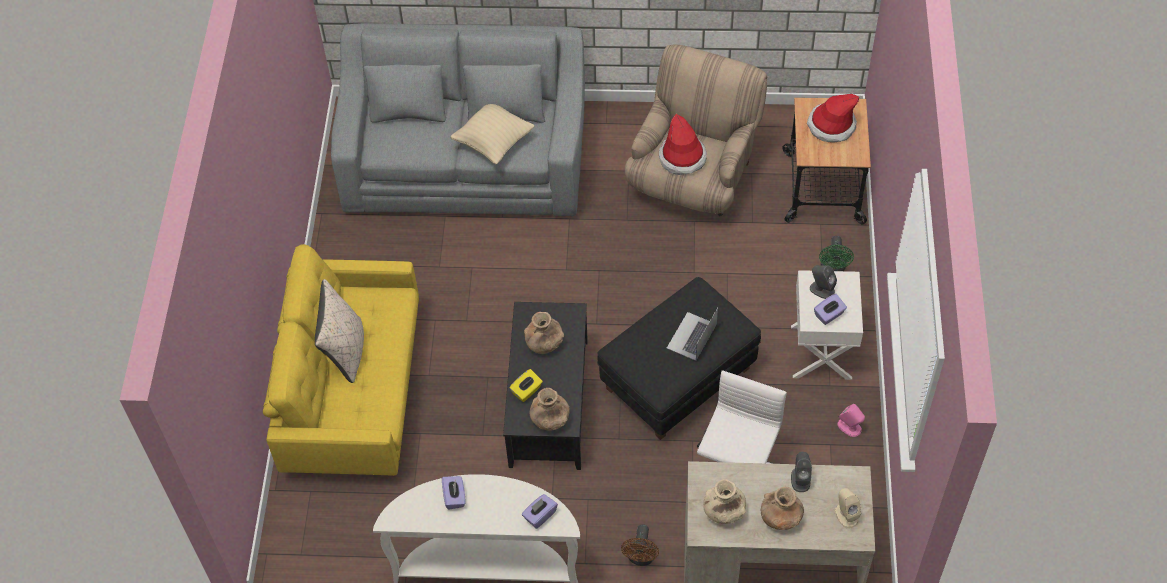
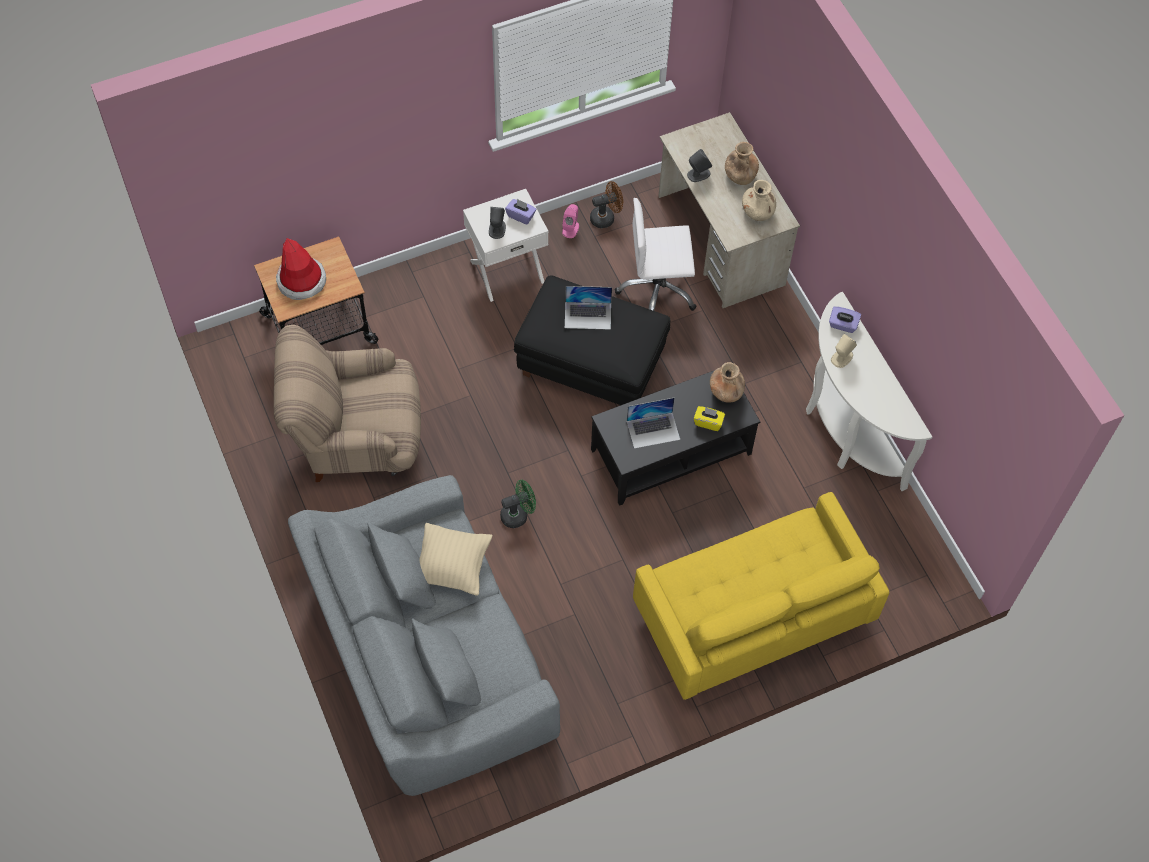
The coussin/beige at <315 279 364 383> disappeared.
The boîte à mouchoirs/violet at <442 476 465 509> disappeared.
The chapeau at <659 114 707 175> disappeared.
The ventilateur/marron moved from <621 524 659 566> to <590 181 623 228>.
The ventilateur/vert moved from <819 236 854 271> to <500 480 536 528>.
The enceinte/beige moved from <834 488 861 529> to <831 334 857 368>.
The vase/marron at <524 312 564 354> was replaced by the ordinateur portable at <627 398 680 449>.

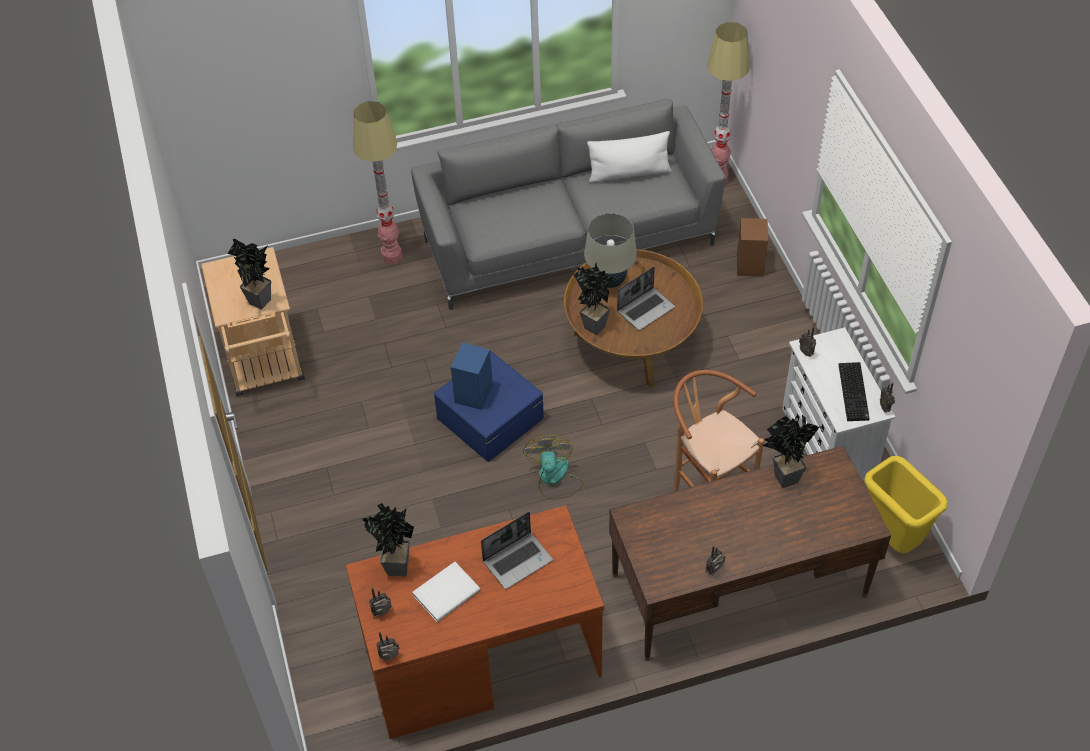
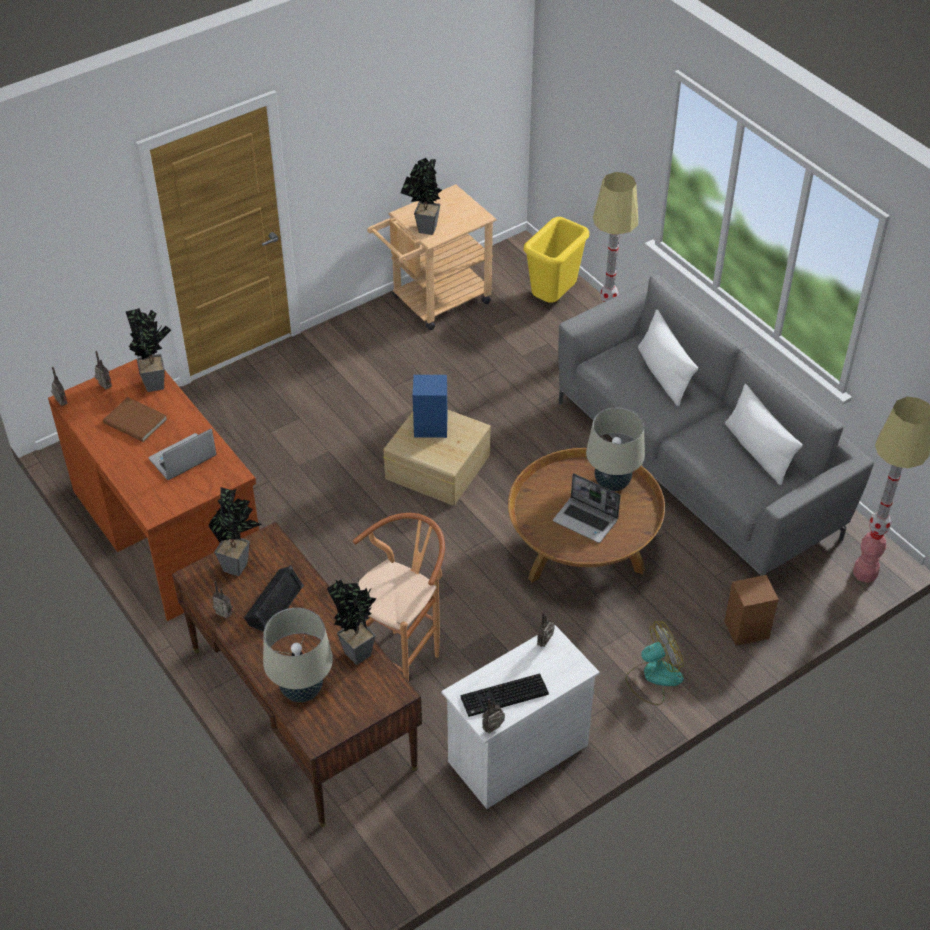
The enceinte/noir at <244 565 304 632> appeared.
The lampe de table/beige at <263 608 333 702> appeared.
The coussin/blanc at <638 310 698 406> appeared.
The ventilateur moved from <523 435 584 500> to <625 621 684 705>.
The plante en pot moved from <574 262 613 335> to <208 487 262 576>.
The poubelle/jaune moved from <864 456 948 553> to <524 217 589 303>.
The livre/blanc at <412 562 481 622> became the livre/marron at <103 397 167 442>.
The boîte de rangement/bleu at <434 351 544 462> became the boîte de rangement/beige at <384 409 490 506>.
The ordinateur portable at <481 512 553 589> turned 105 degrees clockwise.

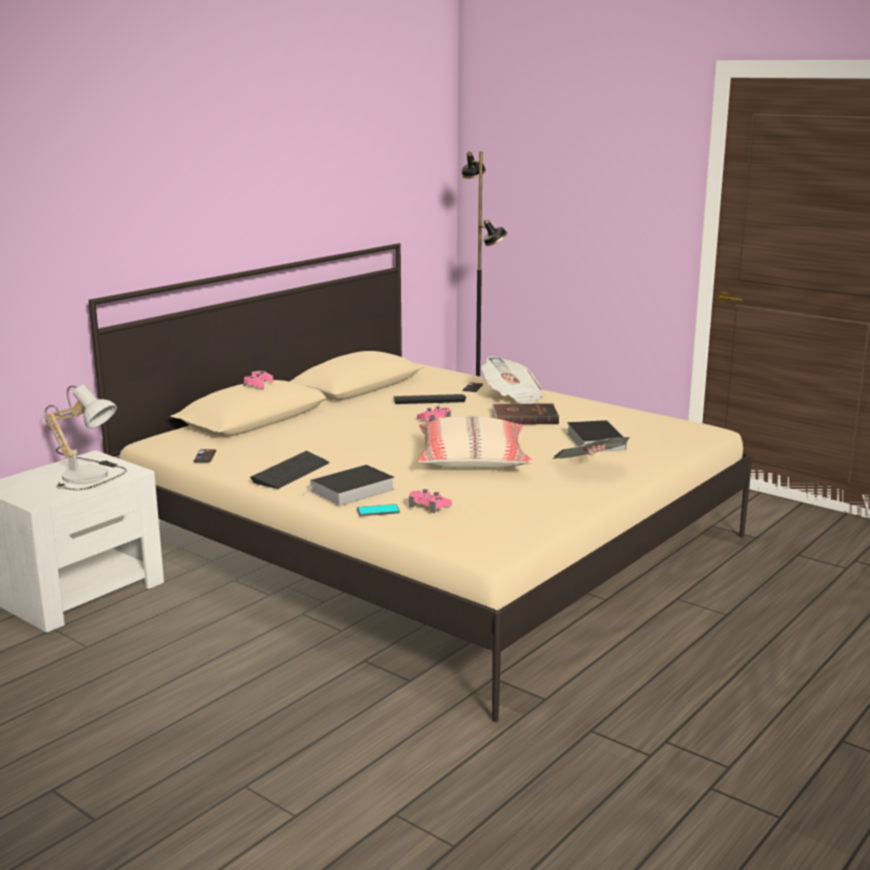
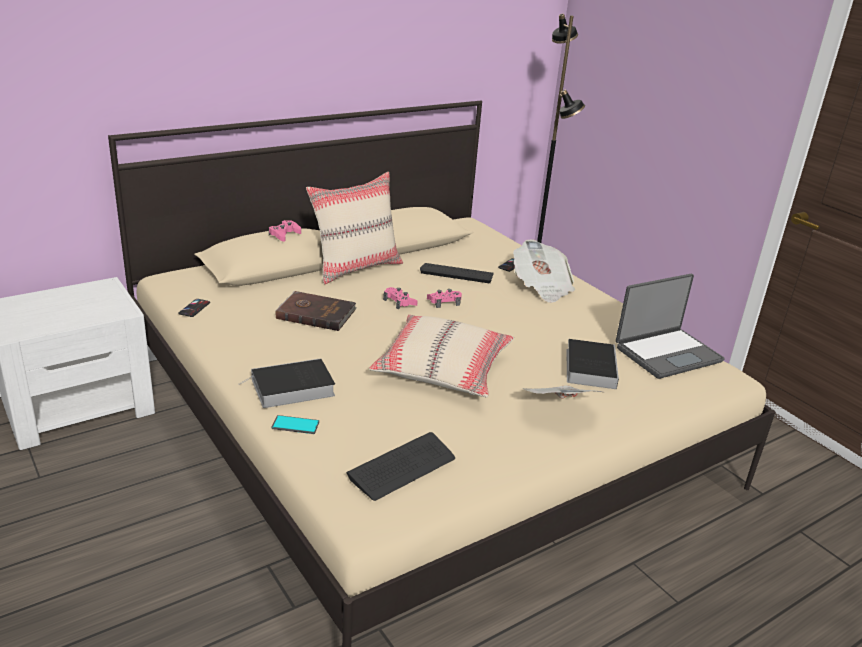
The lampe de table at <45 384 127 490> disappeared.
The coussin/beige at <306 172 403 284> appeared.
The ordinateur portable at <616 274 725 379> appeared.
The clavier moved from <250 451 329 489> to <346 432 455 501>.
The manette/rose moved from <409 489 452 513> to <383 287 418 310>.
The livre/marron moved from <492 403 559 425> to <276 291 357 331>.

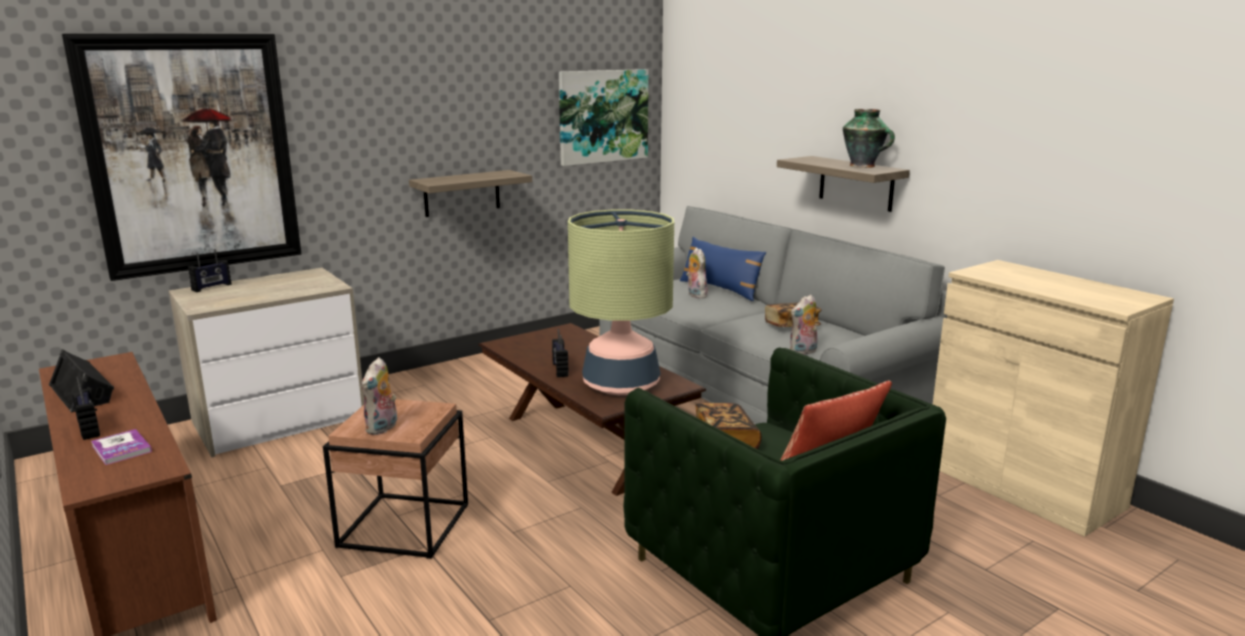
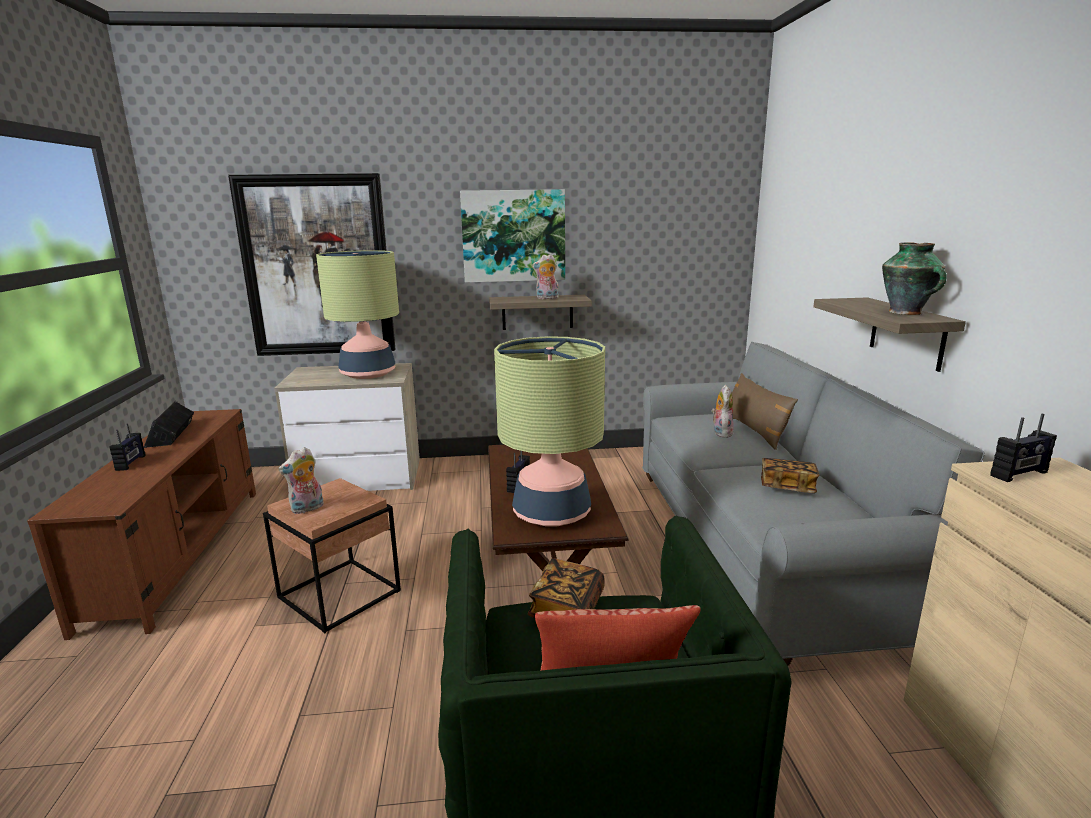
The livre at <91 429 152 465> disappeared.
The lampe de table at <316 250 399 379> appeared.
The radio moved from <188 249 232 292> to <990 414 1057 482>.
The tableau moved from <559 69 648 166> to <460 189 565 283>.
The peluche moved from <790 295 817 355> to <532 254 559 299>.
The coussin/bleu at <680 237 766 301> became the coussin/marron at <732 373 798 450>.

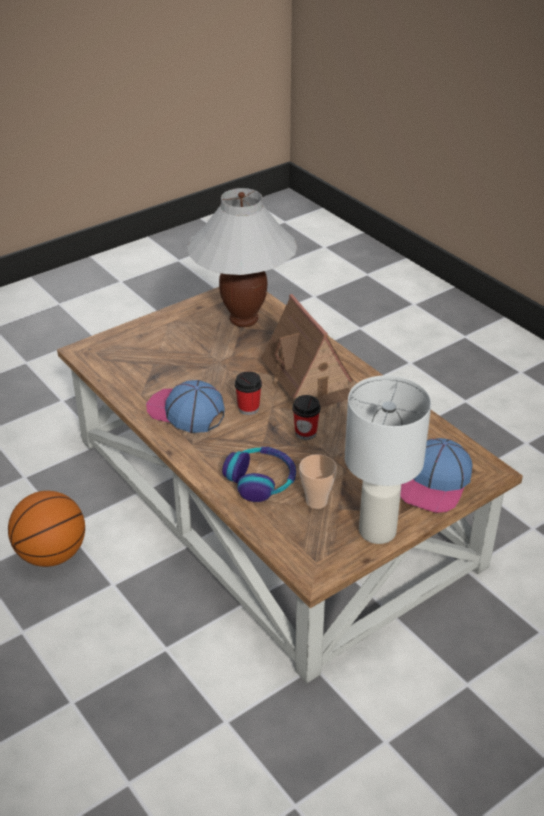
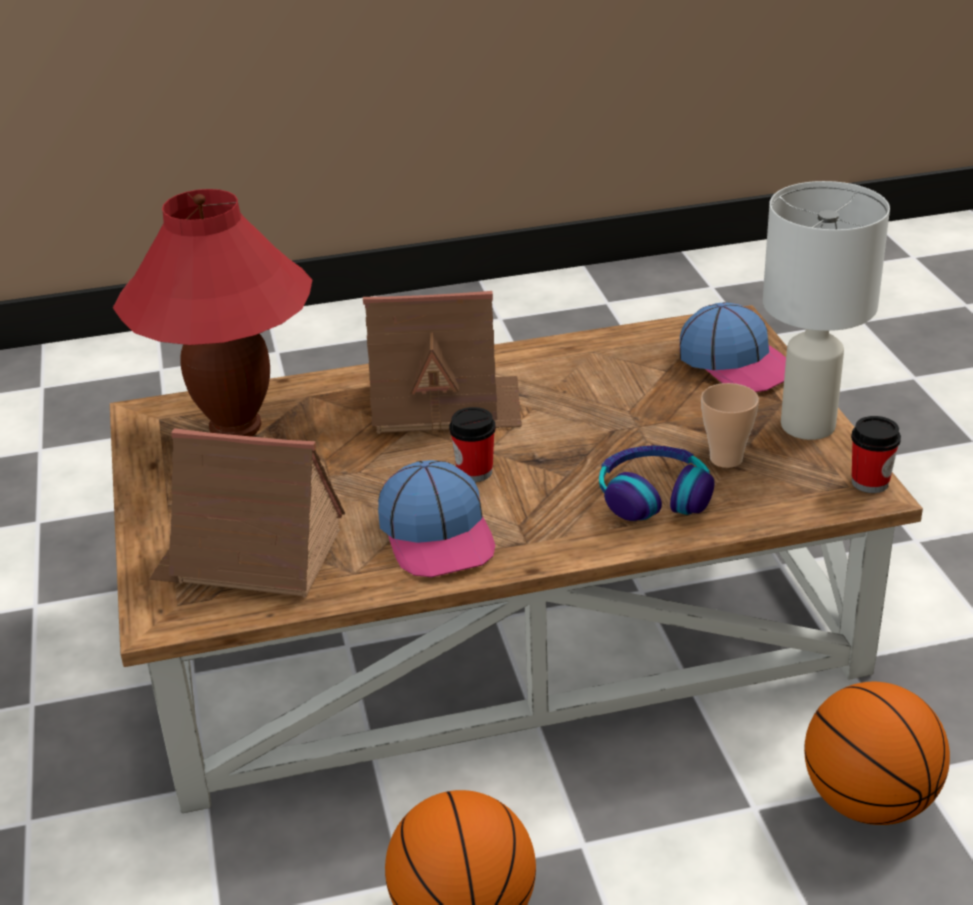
The maison miniature at <149 428 345 598> appeared.
The ballon de basket at <804 682 950 825> appeared.
The tasse moved from <293 395 321 440> to <851 416 901 493>.
The lampe de table/blanc at <188 188 297 327> became the lampe de table/rouge at <113 189 312 437>.
The casquette at <146 380 225 433> turned 75 degrees counterclockwise.

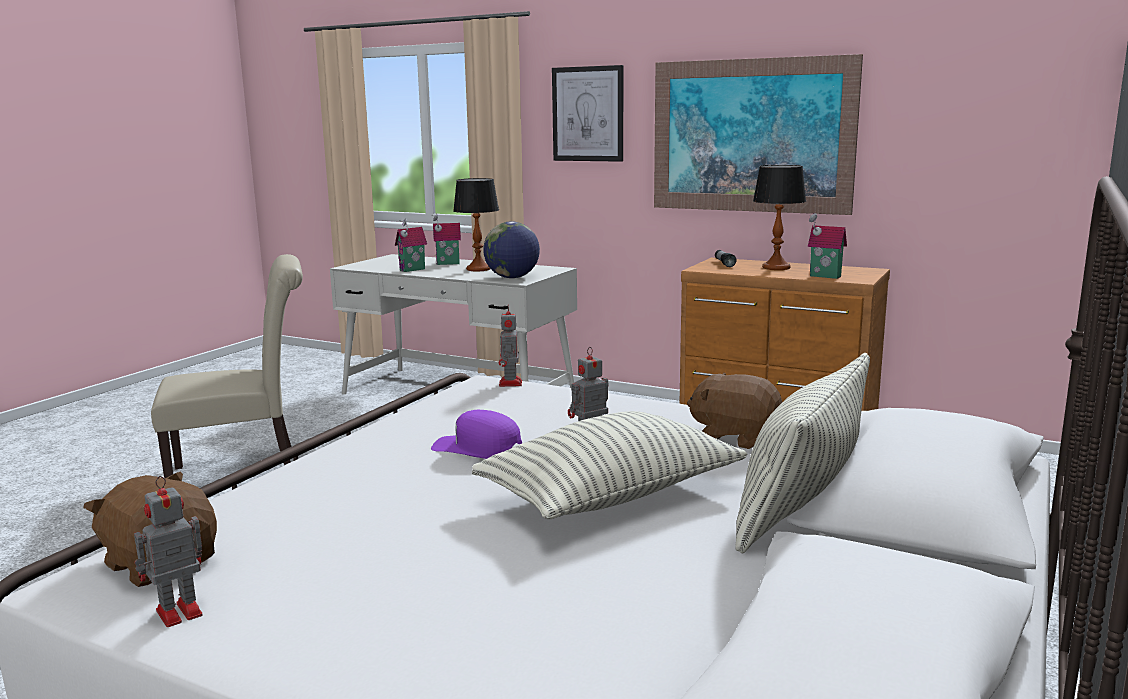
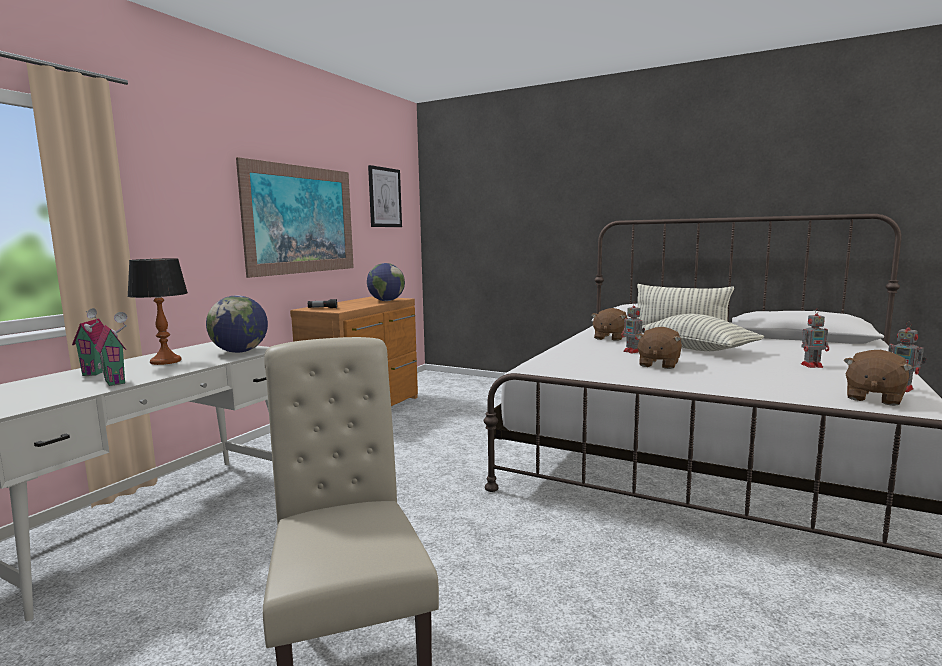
The lampe de table at <753 165 806 270> disappeared.
The robot jouet moved from <499 305 522 387> to <801 310 829 368>.
The tableau moved from <552 65 623 162> to <368 165 402 227>.
The casquette/violet at <431 410 522 459> was replaced by the peluche/marron at <636 327 682 369>.
The maison miniature at <808 213 847 279> was replaced by the globe at <367 263 405 301>.

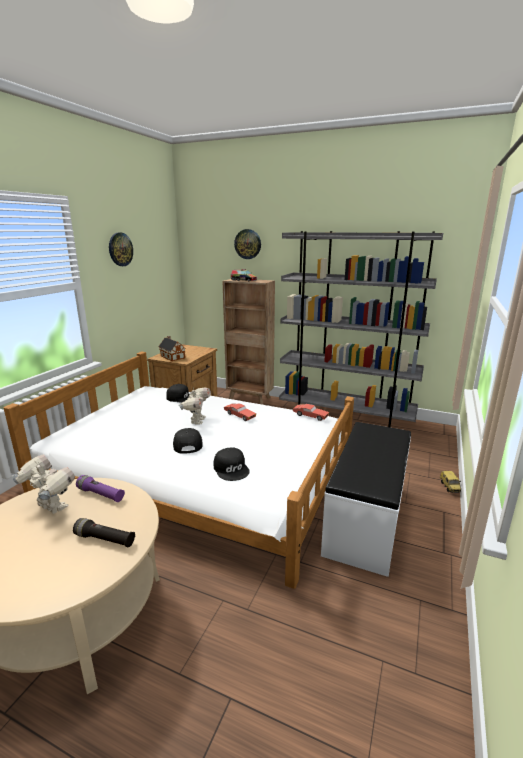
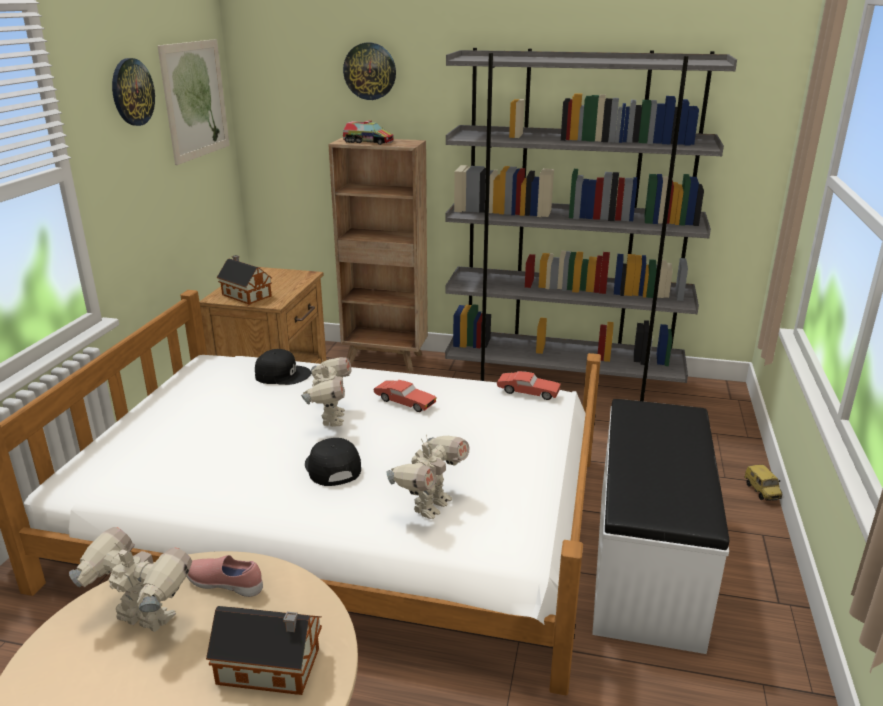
The tableau at <158 39 229 165> appeared.
The lampe de poche/noir at <73 518 135 547> was replaced by the maison miniature at <206 606 322 695>.
The lampe de poche/violet at <76 475 125 502> was replaced by the chaussure/rose at <187 555 263 597>.
The casquette/noir at <213 447 250 481> was replaced by the robot jouet at <387 435 470 519>.

